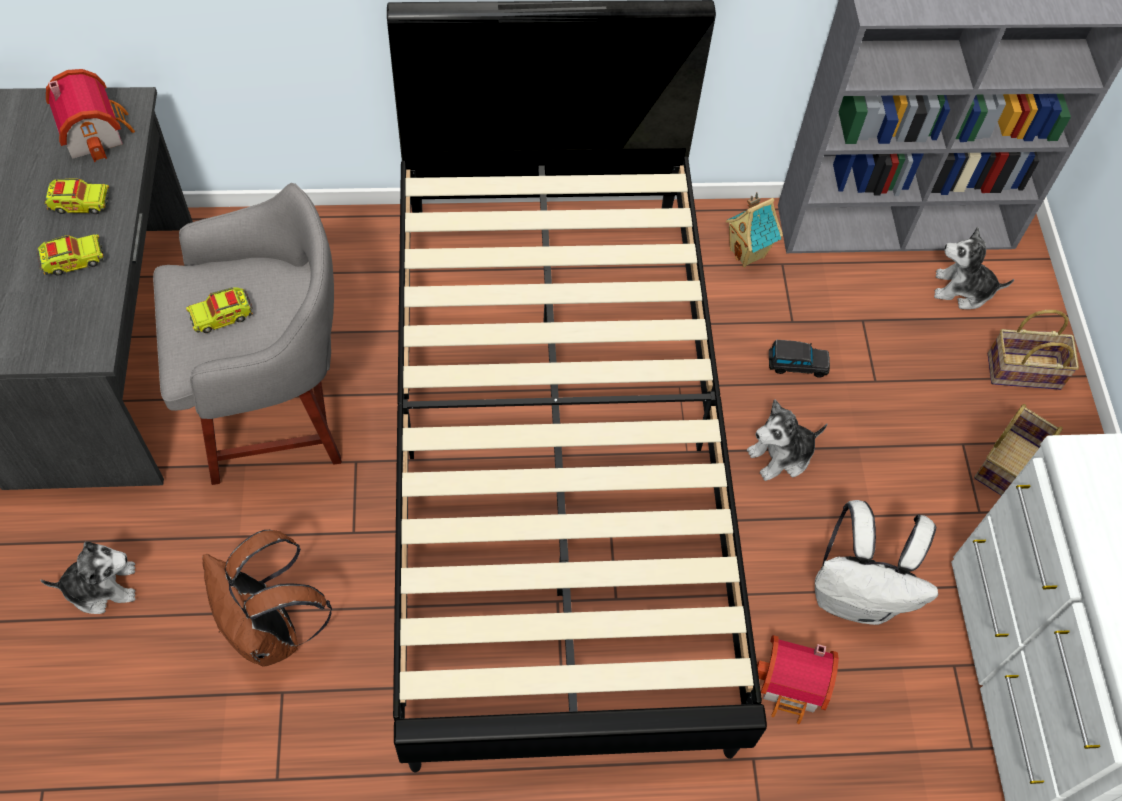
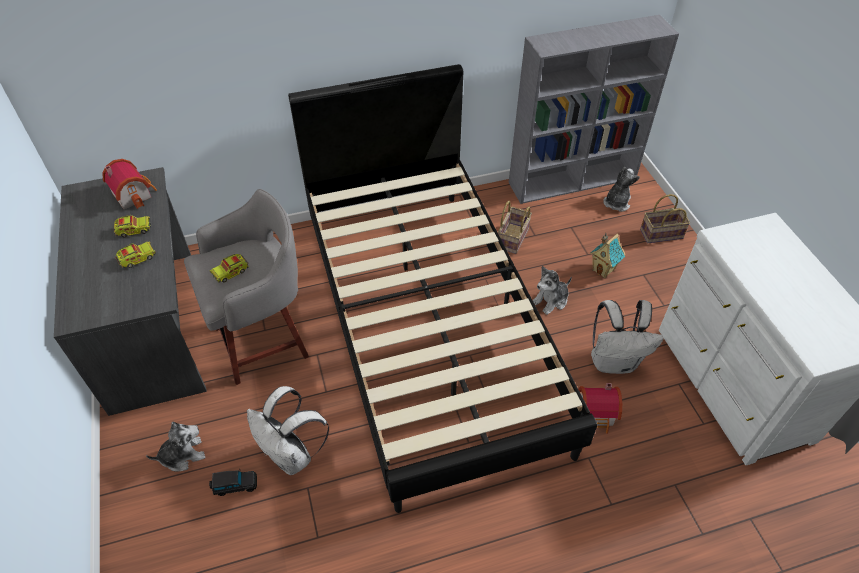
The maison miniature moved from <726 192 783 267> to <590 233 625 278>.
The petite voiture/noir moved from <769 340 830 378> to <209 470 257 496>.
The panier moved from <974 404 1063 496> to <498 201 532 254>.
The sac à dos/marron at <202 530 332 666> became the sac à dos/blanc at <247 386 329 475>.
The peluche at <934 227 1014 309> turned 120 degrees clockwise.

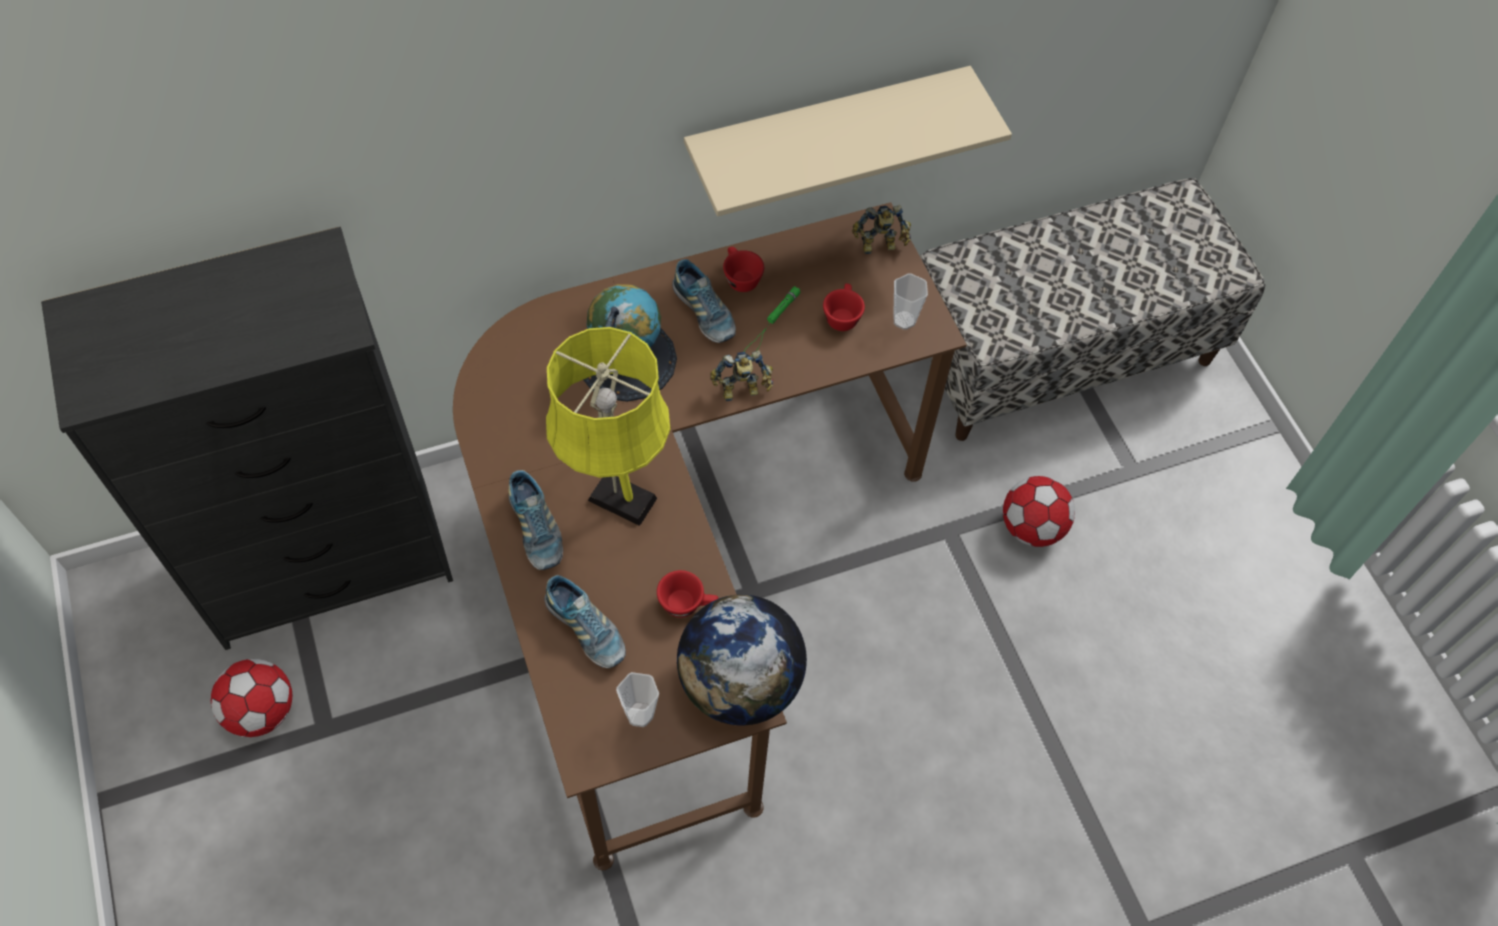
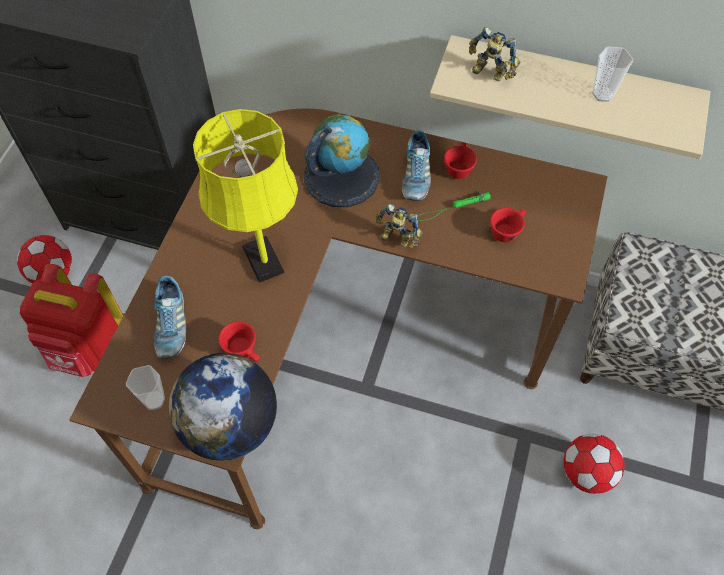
The chaussure at <508 470 563 570> disappeared.
The sac à dos/rouge at <20 264 123 377> appeared.
The robot jouet moved from <852 205 911 254> to <469 27 520 81>.
The tasse moved from <893 273 928 330> to <592 46 633 102>.

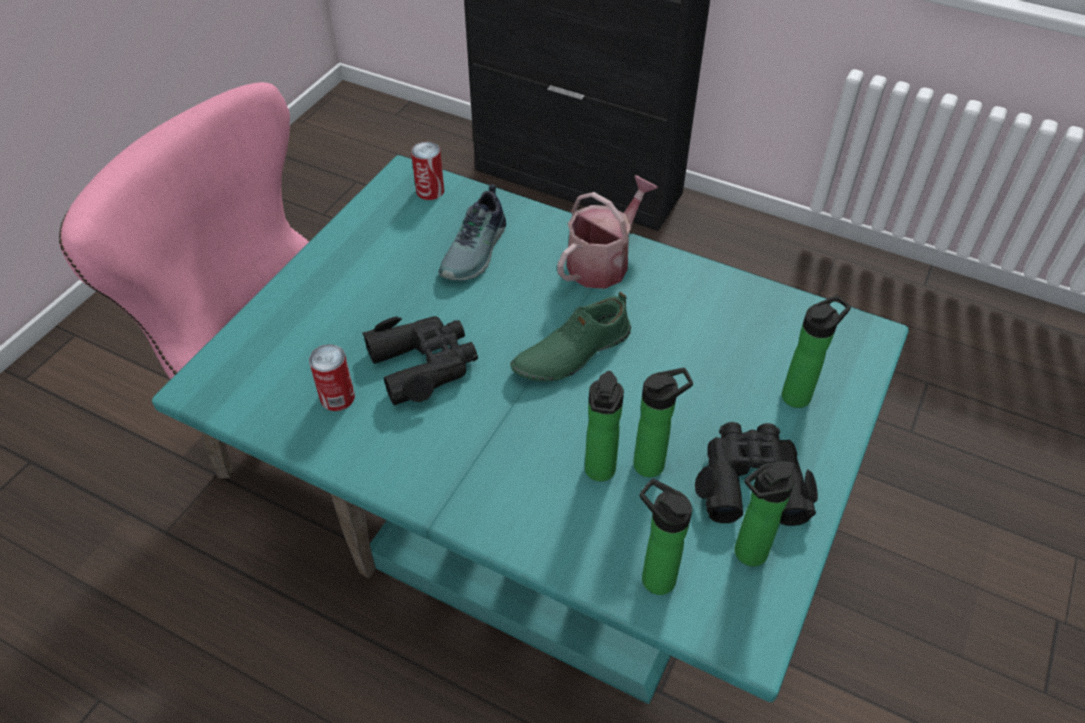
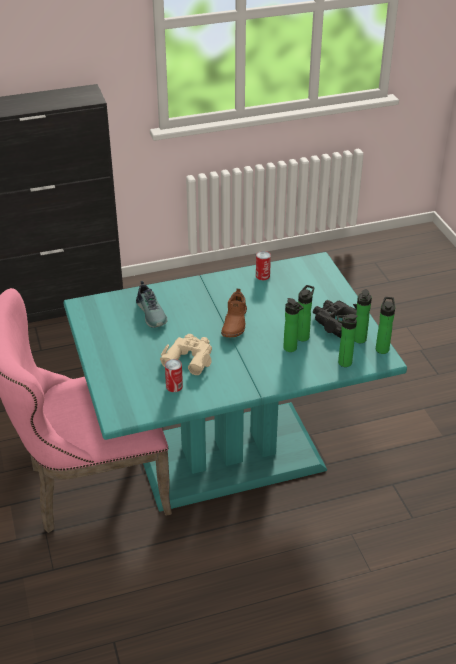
The arrosoir at <557 175 658 289> disappeared.
The boîte métallique moved from <411 142 444 200> to <256 251 271 280>.
The bouteille moved from <782 295 851 408> to <376 297 395 354>.
The jumelles/noir at <362 316 478 406> became the jumelles/beige at <160 334 212 375>.
The chaussure/vert at <510 292 631 381> became the chaussure/marron at <221 289 247 337>.

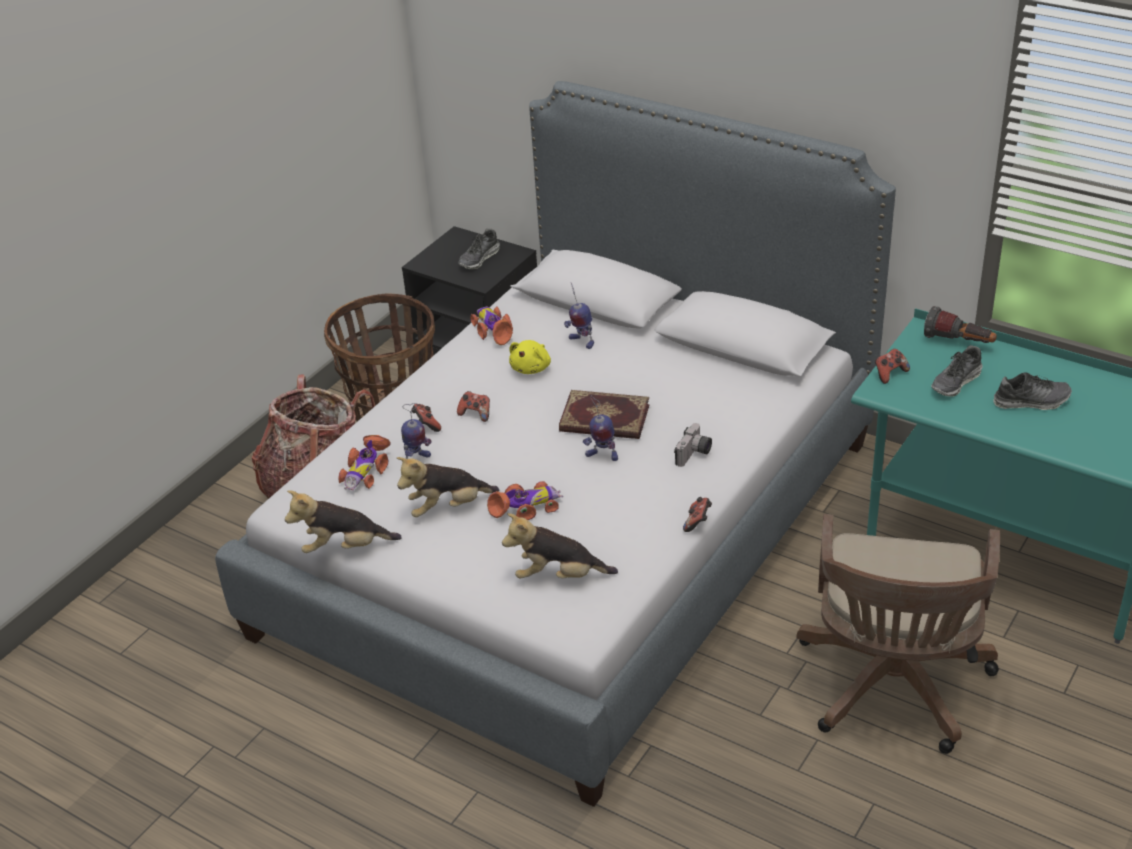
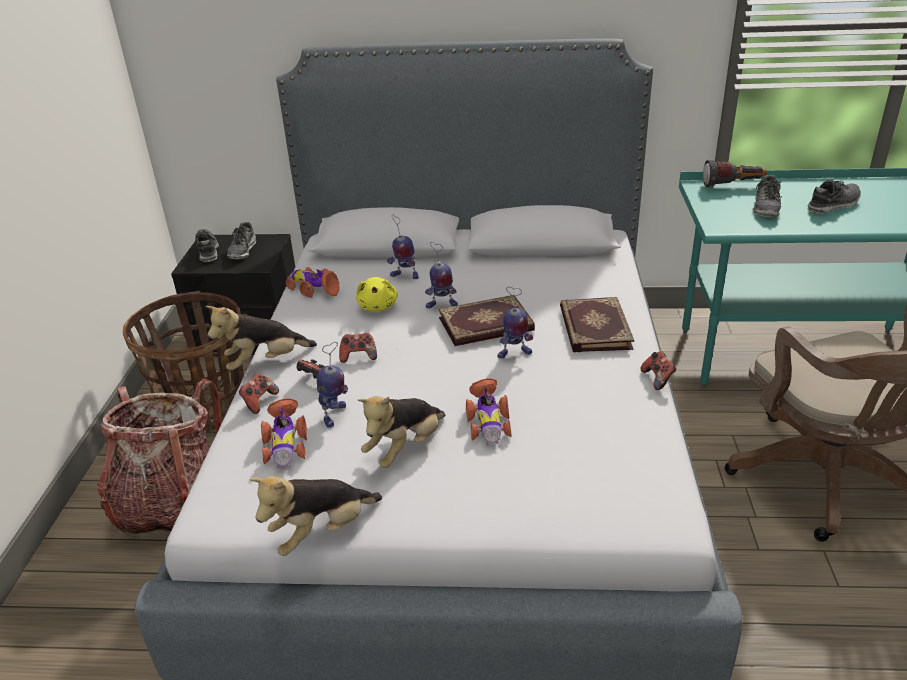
The chaussure at <195 229 219 262> appeared.
The robot jouet at <425 242 458 309> appeared.
The peluche moved from <502 513 618 579> to <206 306 317 370>.
The manette moved from <875 349 910 384> to <239 374 279 414>.
The appareil photo at <674 423 712 467> was replaced by the livre at <560 297 634 352>.
The petite voiture at <487 481 563 520> turned 135 degrees clockwise.

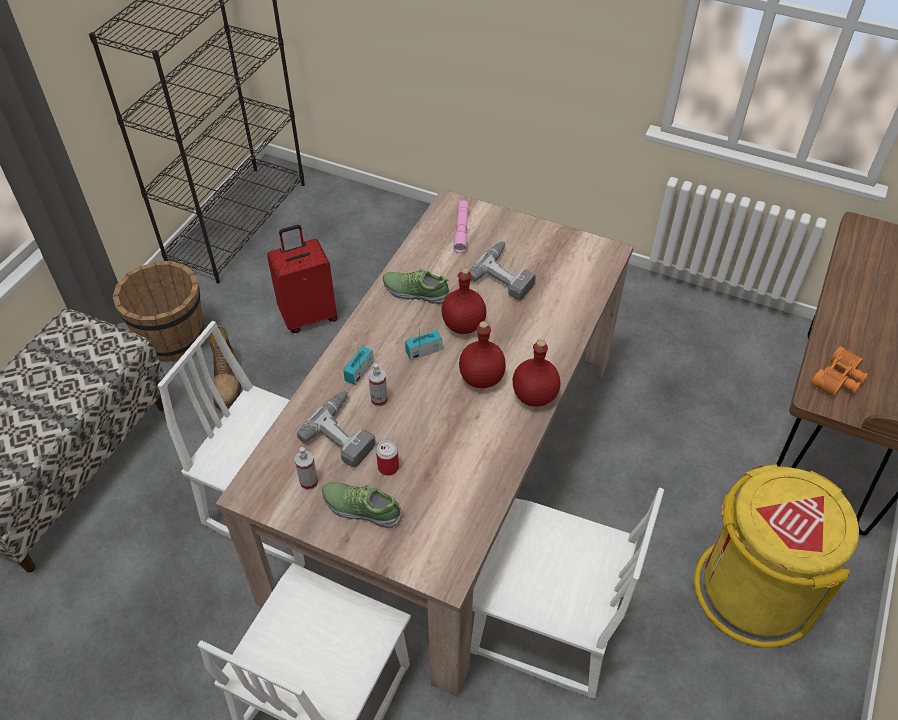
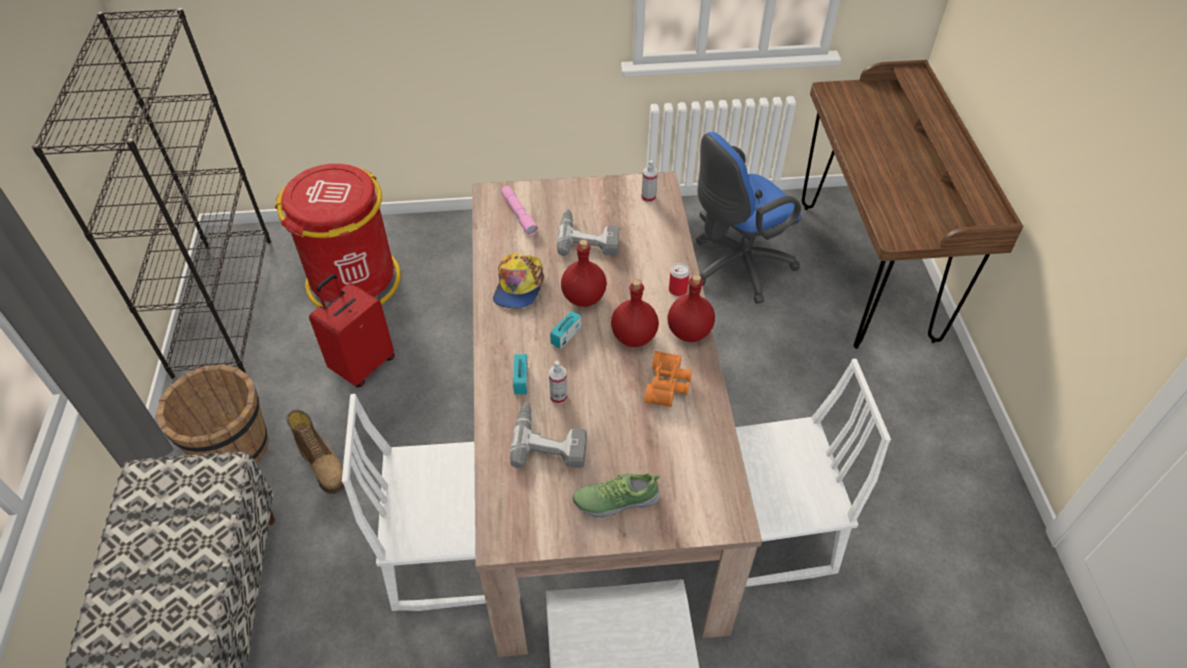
The poubelle/jaune at <694 464 859 648> disappeared.
The poubelle/rouge at <275 164 401 307> appeared.
The chaise de bureau/bleu at <696 132 801 304> appeared.
The vaporisateur moved from <294 447 318 490> to <641 160 658 203>.
The boîte métallique moved from <376 440 399 476> to <669 263 690 296>.
The jumelles/orange moved from <811 346 868 397> to <644 351 692 407>.
The chaussure at <383 269 450 304> was replaced by the casquette at <493 253 545 309>.

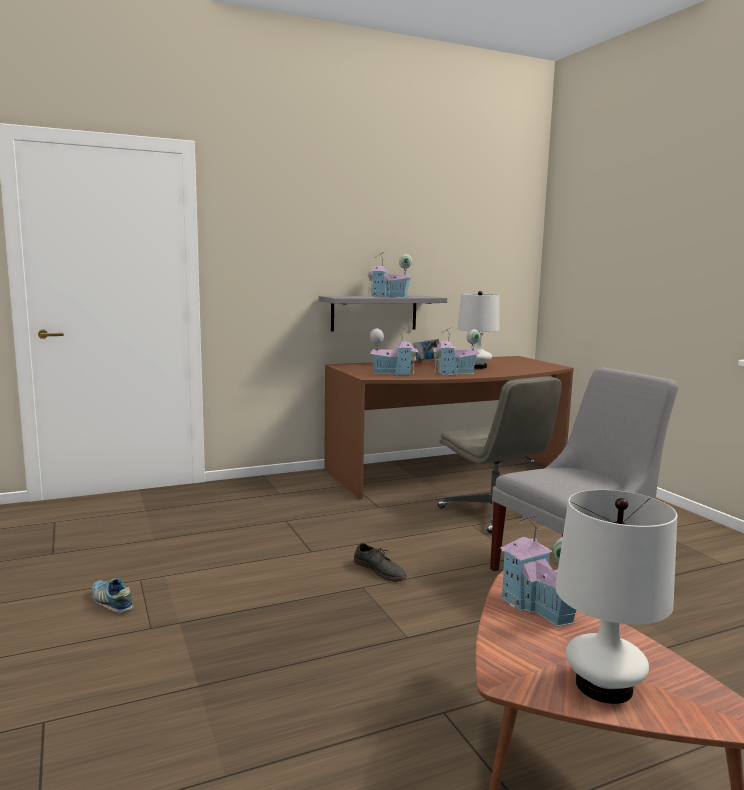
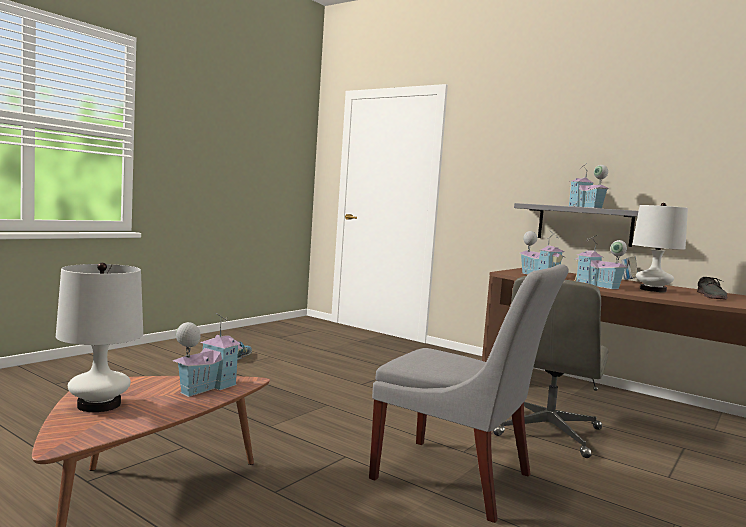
The chaussure/gris moved from <354 543 407 582> to <697 277 727 299>.

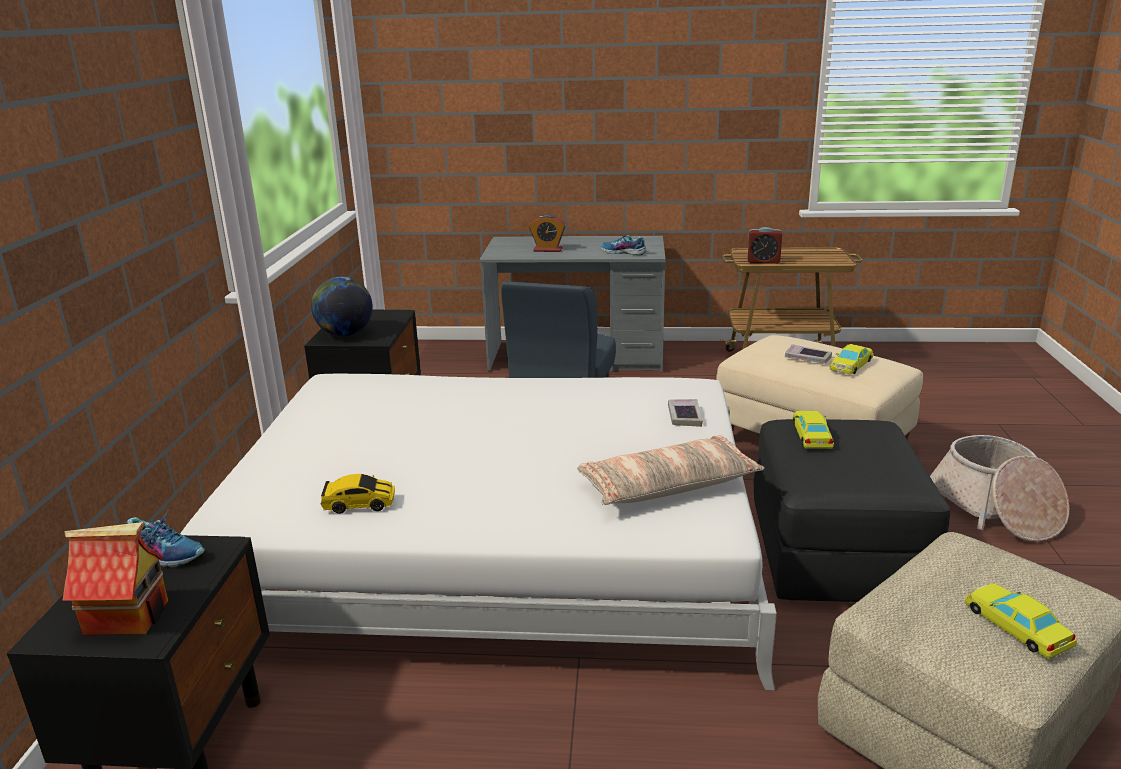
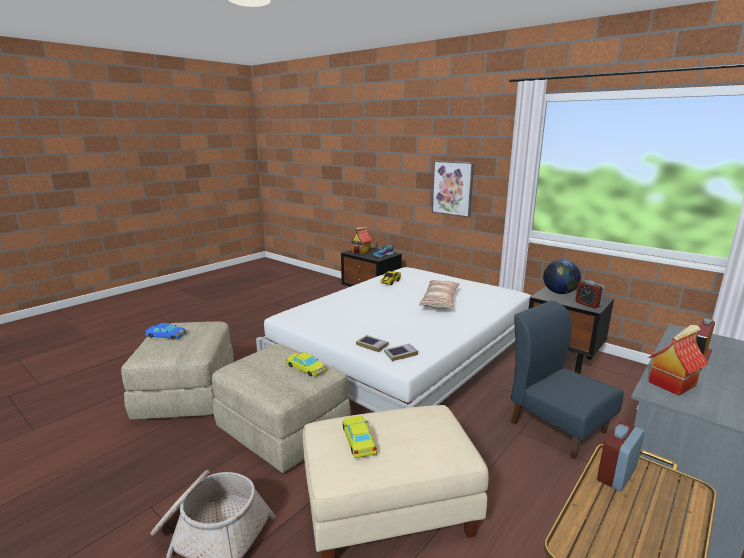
The tableau at <432 161 474 217> appeared.
The réveil at <575 280 605 309> appeared.
The coussin moved from <577 435 765 505> to <419 280 459 309>.
The livre moved from <785 344 832 364> to <384 344 418 361>.
The chaussure at <601 235 647 255> was replaced by the maison miniature at <648 325 708 396>.
The pouf/noir at <754 419 950 602> became the pouf/beige at <212 344 351 473>.
The petite voiture/jaune at <965 584 1077 659> became the petite voiture/bleu at <145 323 186 340>.

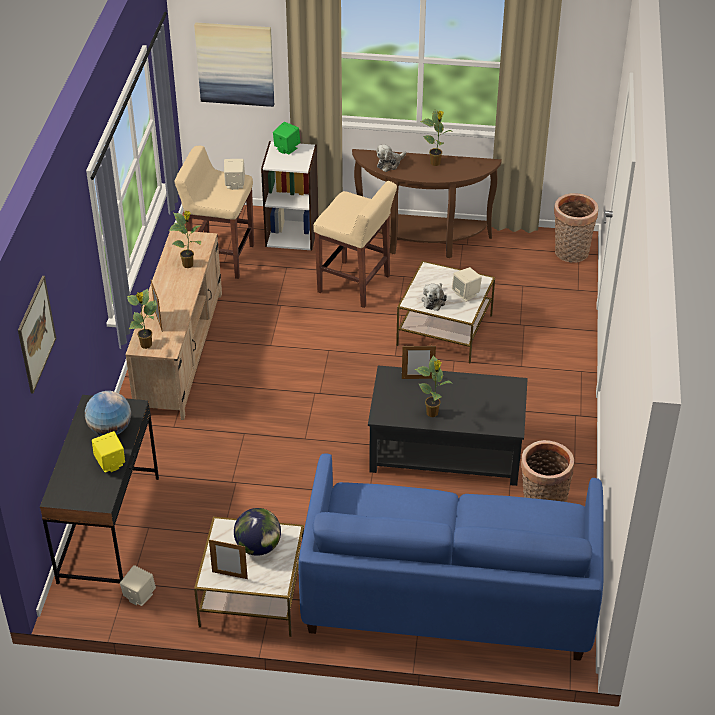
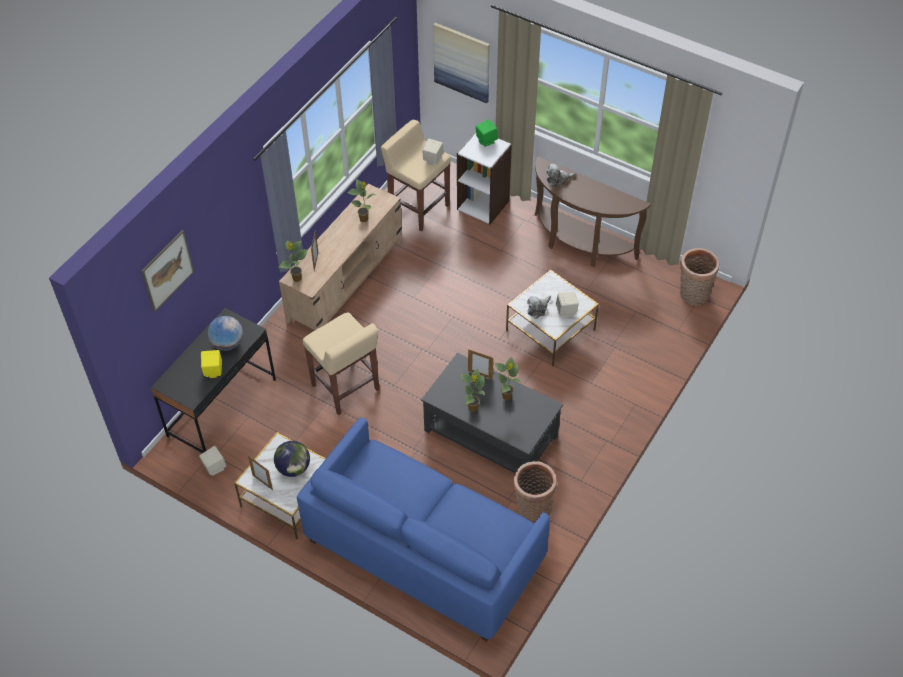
The tabouret/beige moved from <313 181 397 308> to <303 312 379 415>.
The plante en pot moved from <420 110 454 166> to <495 357 521 400>.

